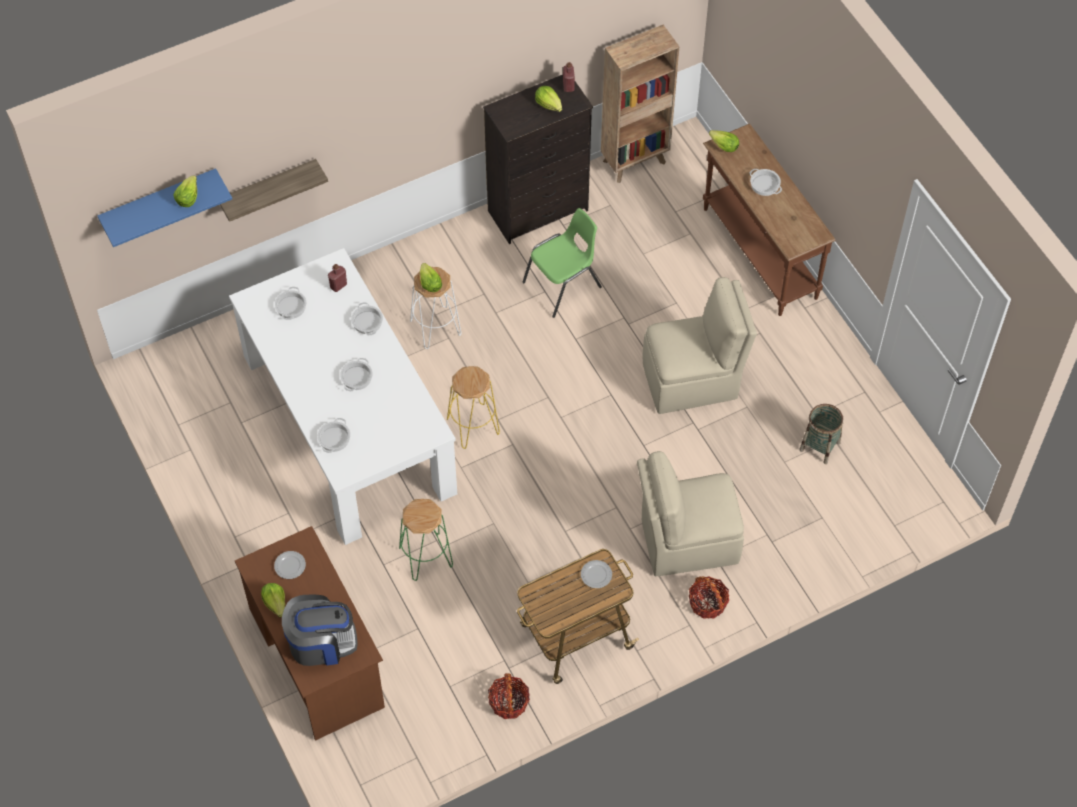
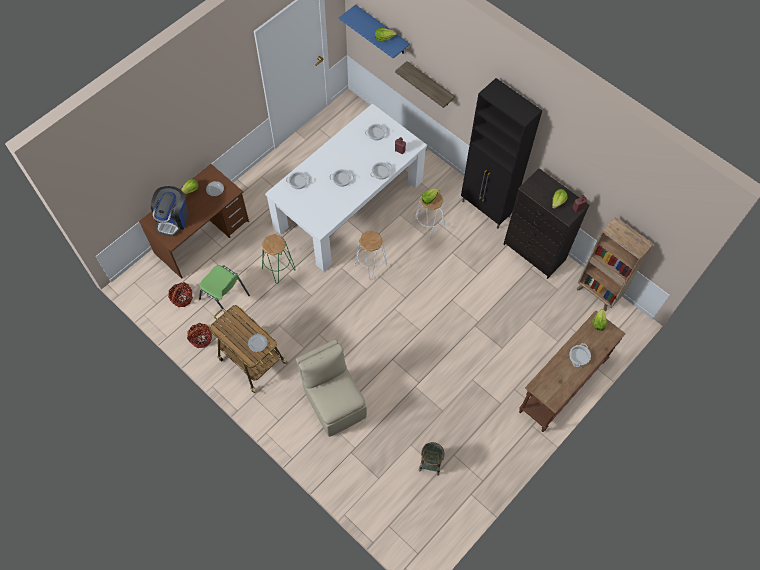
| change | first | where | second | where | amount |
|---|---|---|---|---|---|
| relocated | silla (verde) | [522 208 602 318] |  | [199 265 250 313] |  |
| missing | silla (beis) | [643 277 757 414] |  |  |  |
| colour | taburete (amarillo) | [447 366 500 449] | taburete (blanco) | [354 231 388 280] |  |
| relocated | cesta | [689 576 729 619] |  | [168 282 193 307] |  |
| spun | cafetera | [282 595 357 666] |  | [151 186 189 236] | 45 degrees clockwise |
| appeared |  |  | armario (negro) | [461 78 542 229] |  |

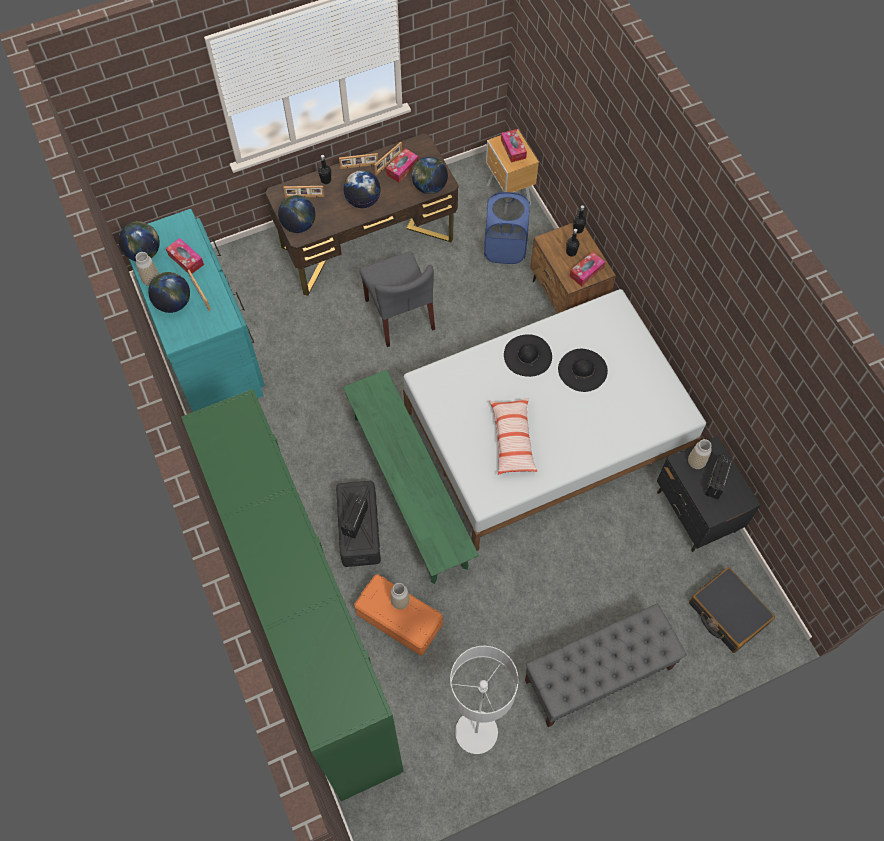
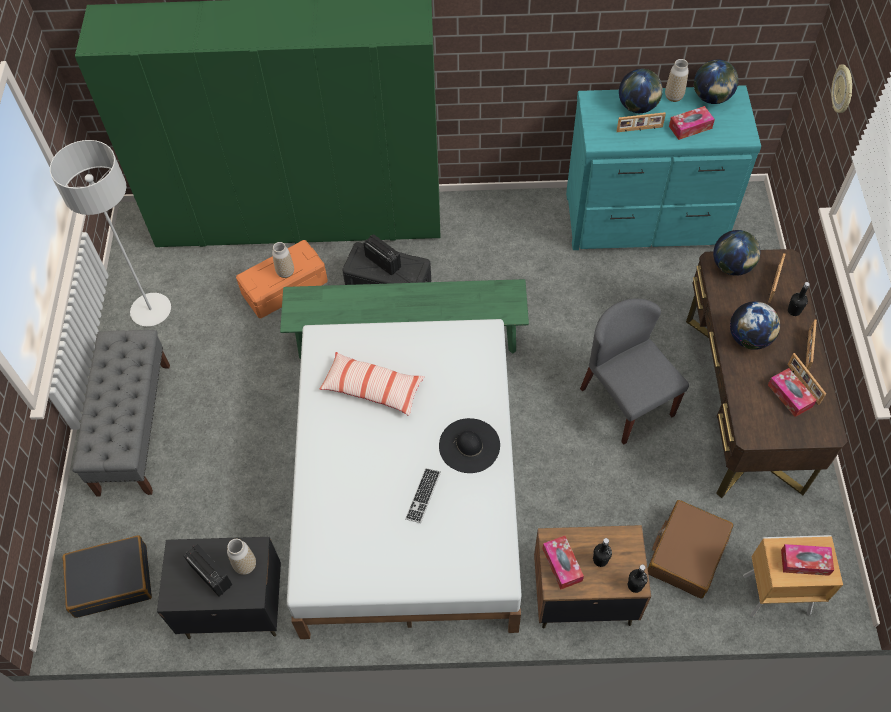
| change | first | where | second | where | amount |
|---|---|---|---|---|---|
| missing | globo terráqueo | [412 157 448 194] |  |  |  |
| exchanged | cesto de la ropa (azul) | [484 192 530 264] | maleta (marrón) | [648 500 734 599] |  |
| spun | silla (gris) | [359 251 435 347] |  | [580 299 689 445] | 60 degrees clockwise |
| exchanged | sombrero (negro) | [558 349 608 392] | teclado | [405 468 441 523] |  |
| appeared |  |  | reloj de pared | [831 65 852 113] |  |

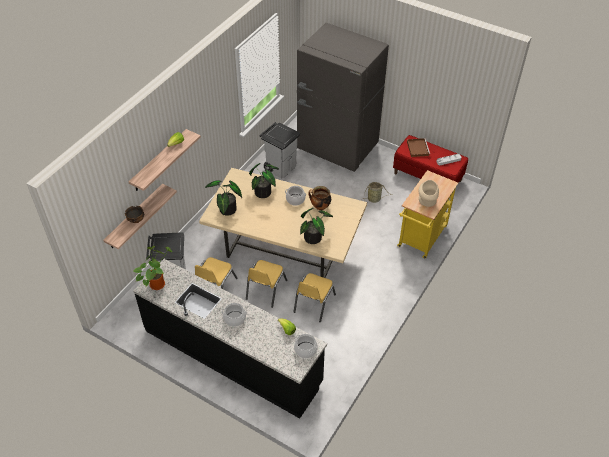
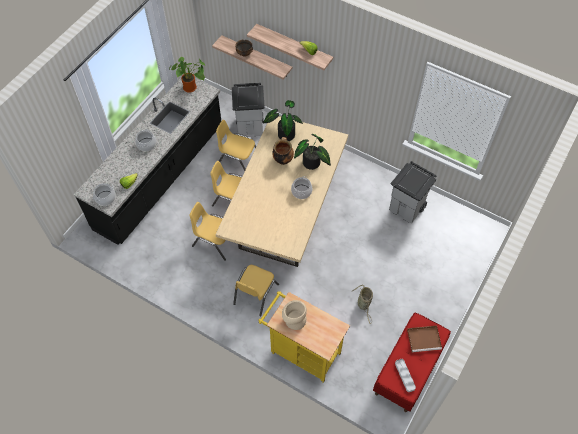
| change | first | where | second | where | amount |
|---|---|---|---|---|---|
| missing | nevera (gris) | [297 23 389 172] |  |  |  |
| relocated | olla | [308 186 331 210] |  | [272 137 294 165] |  |
| missing | planta en maceta | [300 208 333 244] |  |  |  |
| appeared |  |  | silla (amarillo) | [233 265 279 316] |  |

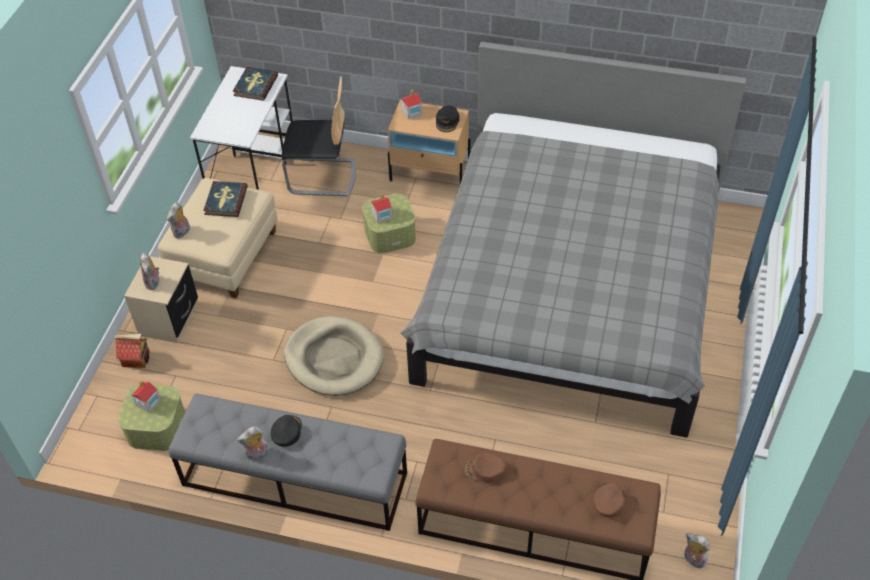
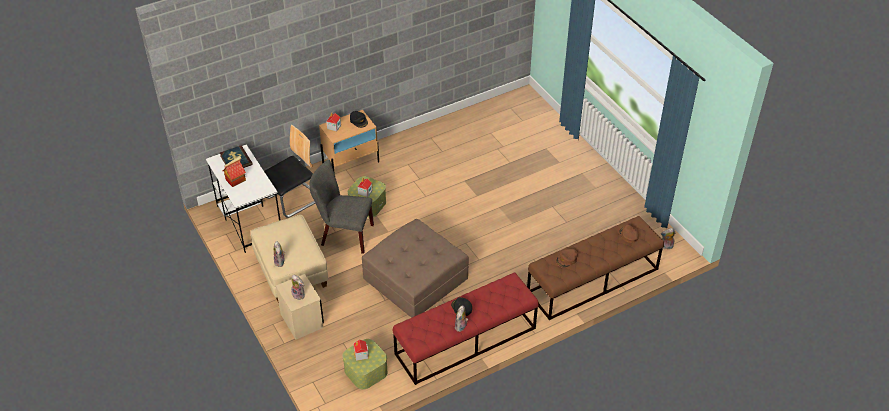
| change | first | where | second | where | amount |
|---|---|---|---|---|---|
| missing | cama (gris) | [401 42 746 438] |  |  |  |
| missing | libro | [203 181 248 217] |  |  |  |
| exchanged | cama para perro (beis) | [284 316 384 396] | puf (marrón) | [362 219 469 318] |  |
| relocated | casita | [114 334 150 368] |  | [223 156 246 187] |  |
| colour | banco (gris) | [169 394 407 531] | banco (rojo) | [393 273 539 385] |  |
| appeared |  |  | silla (gris) | [310 159 374 254] |  |

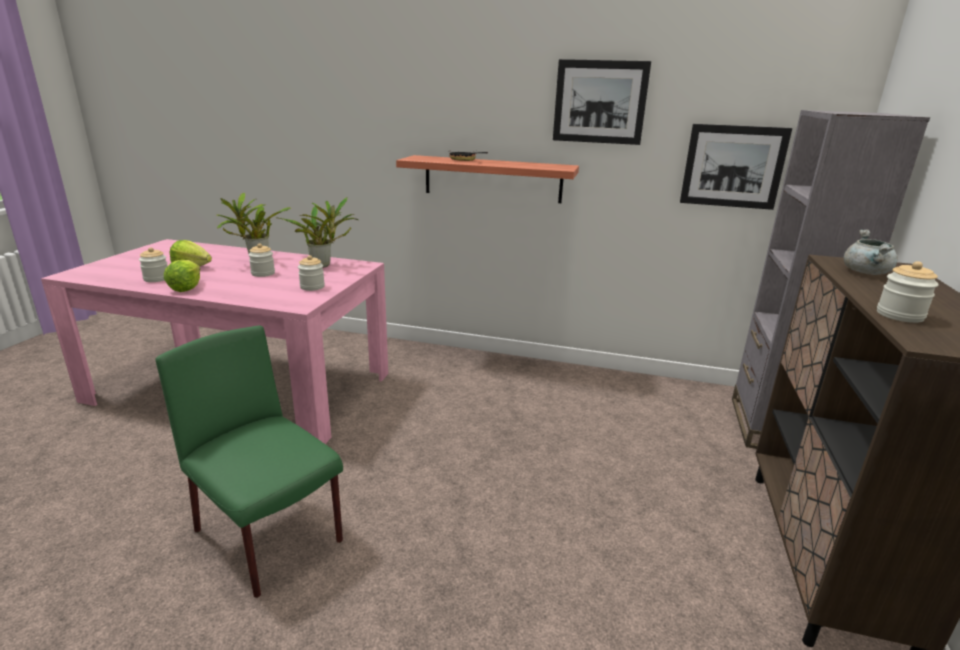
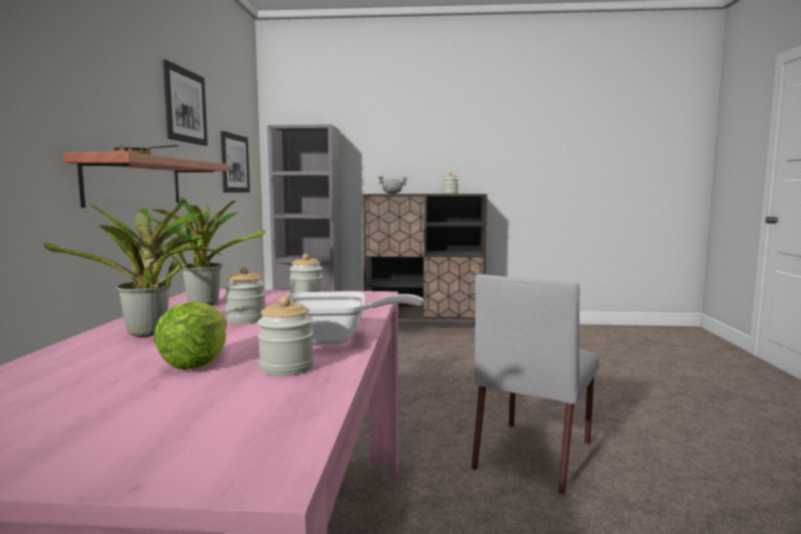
| change | first | where | second | where | amount |
|---|---|---|---|---|---|
| exchanged | lechuga | [164 260 200 292] | sartén | [286 292 424 345] |  |
| colour | silla (verde) | [155 326 343 598] | silla (gris) | [471 274 600 495] |  |

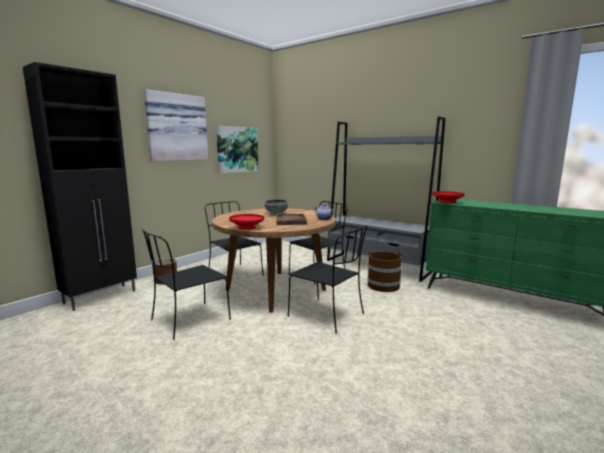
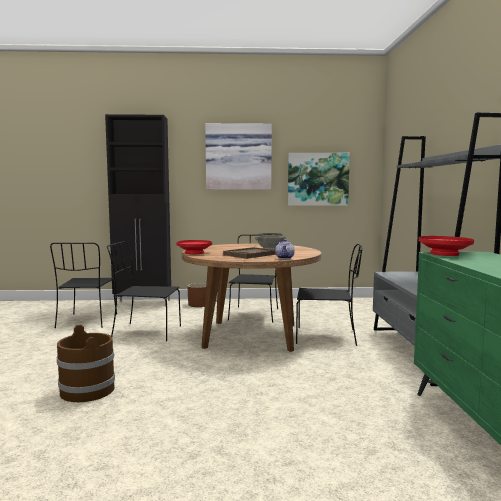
| change | first | where | second | where | amount |
|---|---|---|---|---|---|
| relocated | silla (negro) | [288 226 367 334] |  | [50 243 117 328] |  |
| relocated | cubo (marrón) | [367 249 402 292] |  | [57 324 115 402] |  |

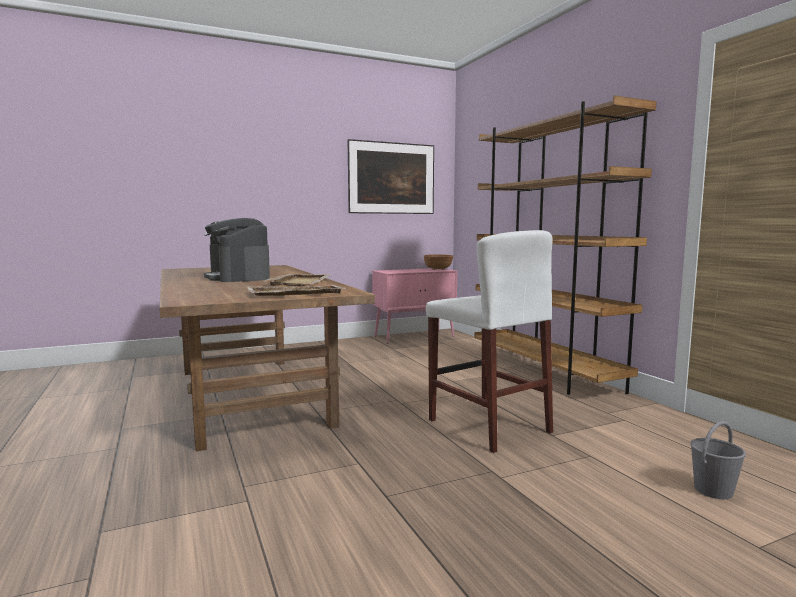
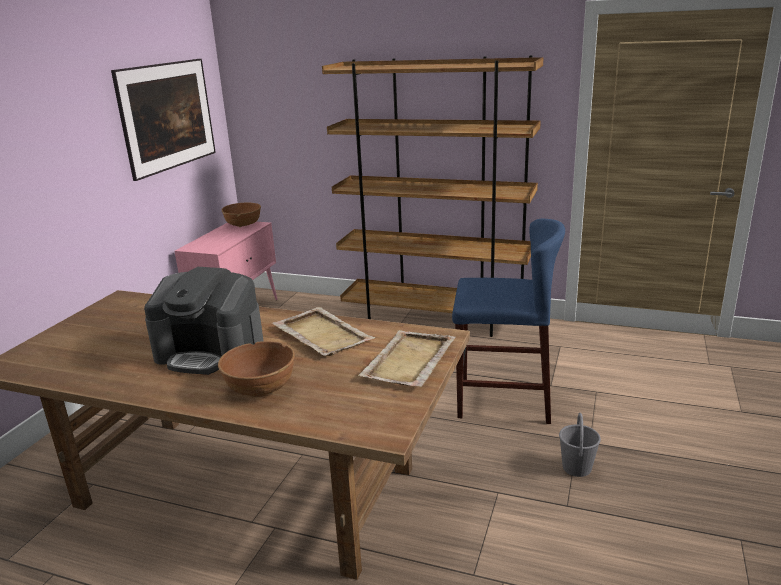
| change | first | where | second | where | amount |
|---|---|---|---|---|---|
| colour | taburete (blanco) | [426 230 553 453] | taburete (azul) | [452 218 565 424] |  |
| relocated | cubo (gris) | [690 421 746 499] |  | [559 413 601 477] |  |
| appeared |  |  | cuenco (marrón) | [218 341 295 397] |  |

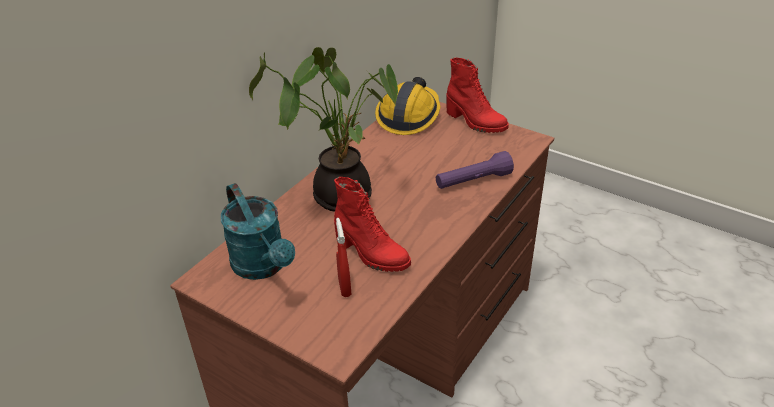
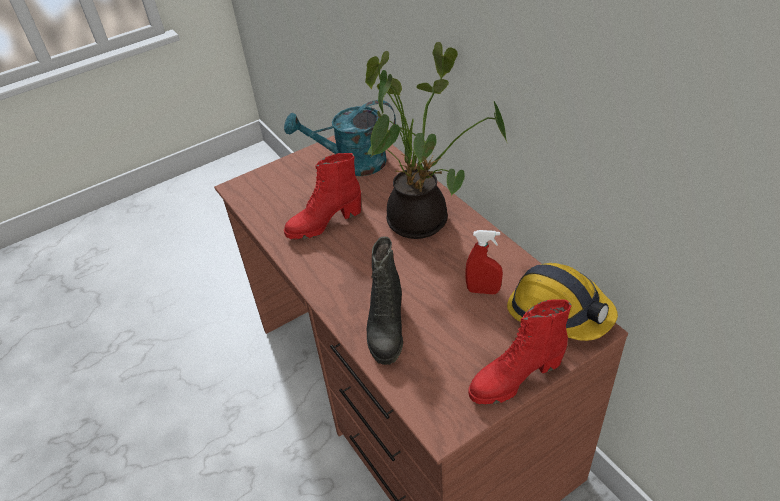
| change | first | where | second | where | amount |
|---|---|---|---|---|---|
| exchanged | linterna (morado) | [436 151 514 189] | bota (negro) | [367 236 403 365] |  |
| relocated | pulverizador (rojo) | [336 218 351 297] |  | [465 230 503 294] |  |

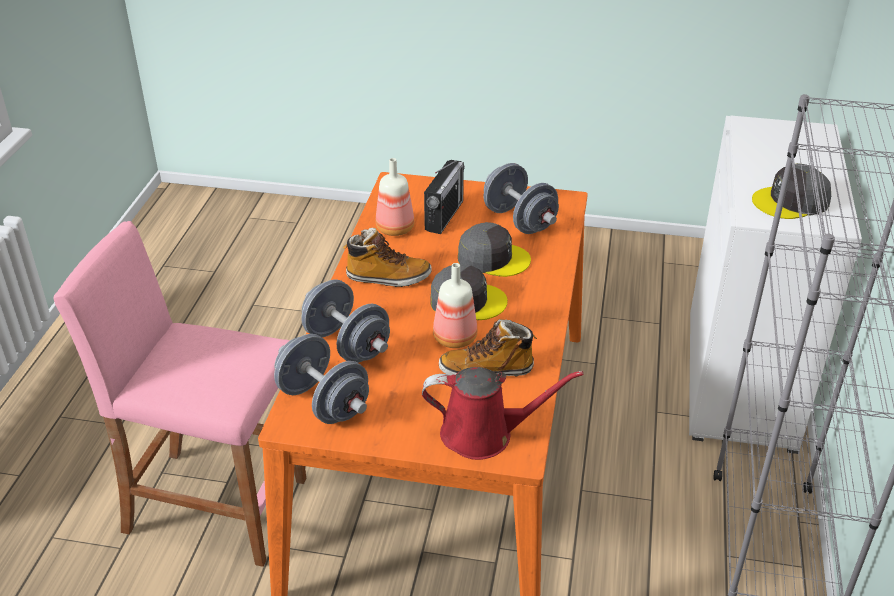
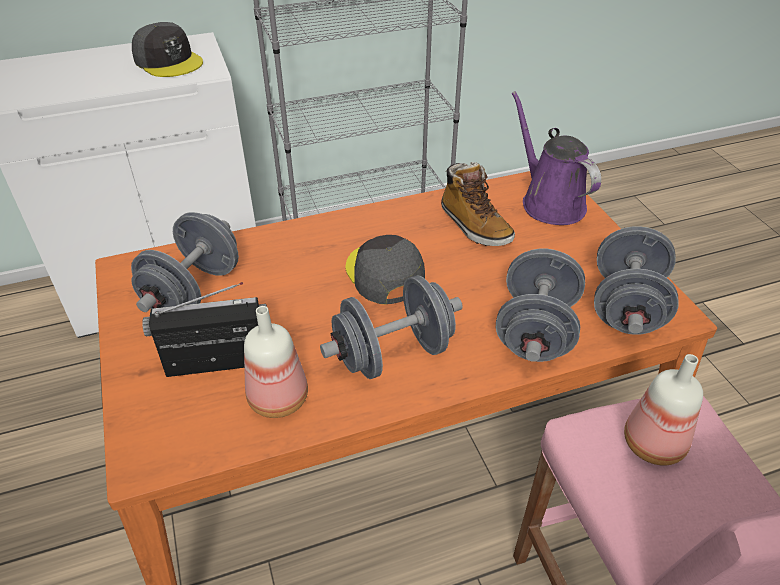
| change | first | where | second | where | amount |
|---|---|---|---|---|---|
| missing | gorra (gris) | [458 222 531 277] |  |  |  |
| exchanged | bota | [343 228 432 287] | mancuerna (gris) | [320 276 463 379] |  |
| relocated | botella | [433 263 477 348] |  | [624 354 703 466] |  |
| colour | regadera (rojo) | [422 367 583 460] | regadera (morado) | [512 91 601 225] |  |

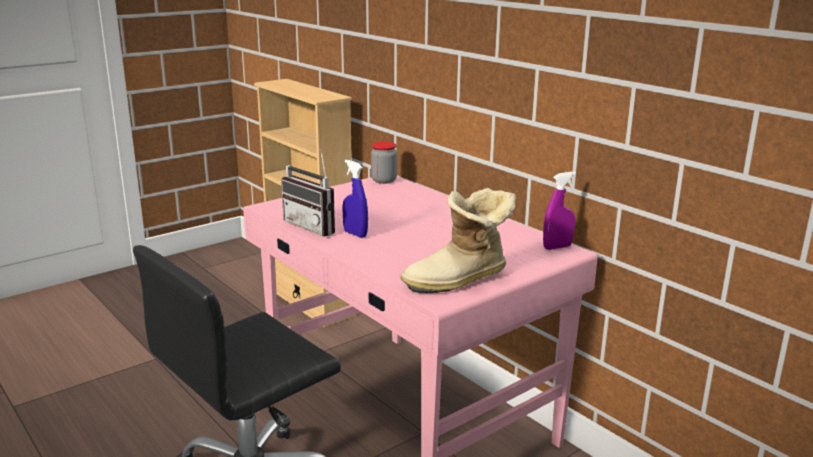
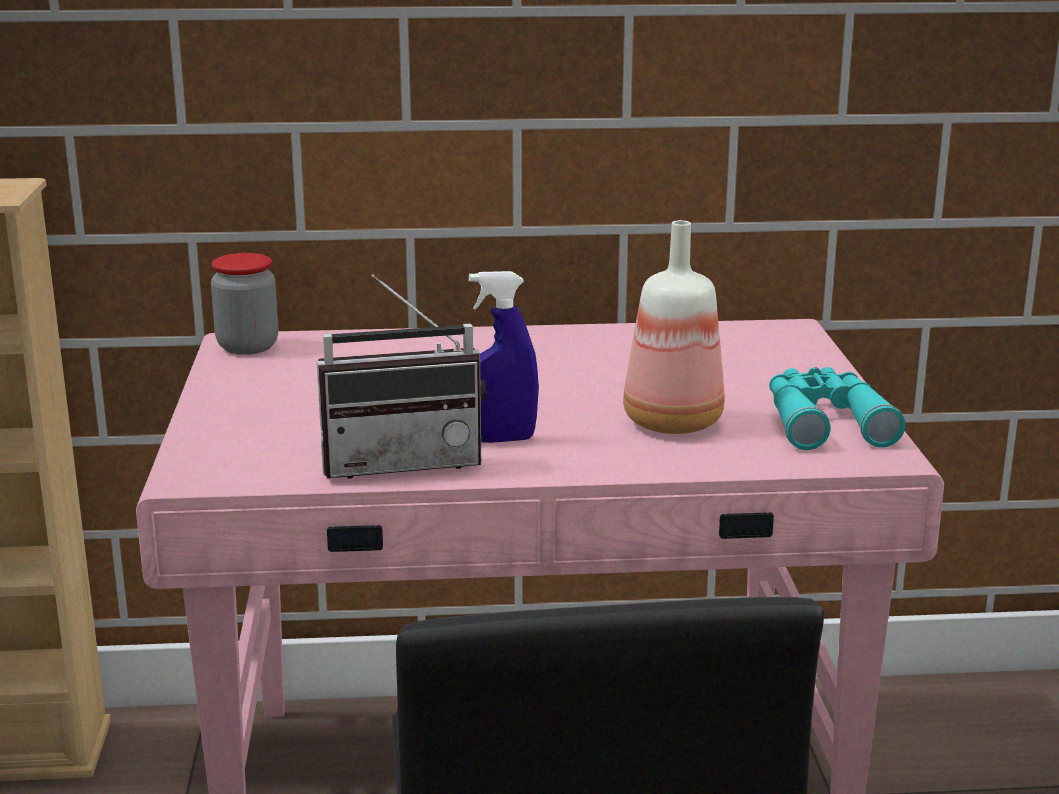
| change | first | where | second | where | amount |
|---|---|---|---|---|---|
| missing | pulverizador (morado) | [543 172 576 250] |  |  |  |
| exchanged | bota | [400 188 516 293] | prismáticos (turquesa) | [769 367 906 450] |  |
| appeared |  |  | botella | [623 220 725 434] |  |

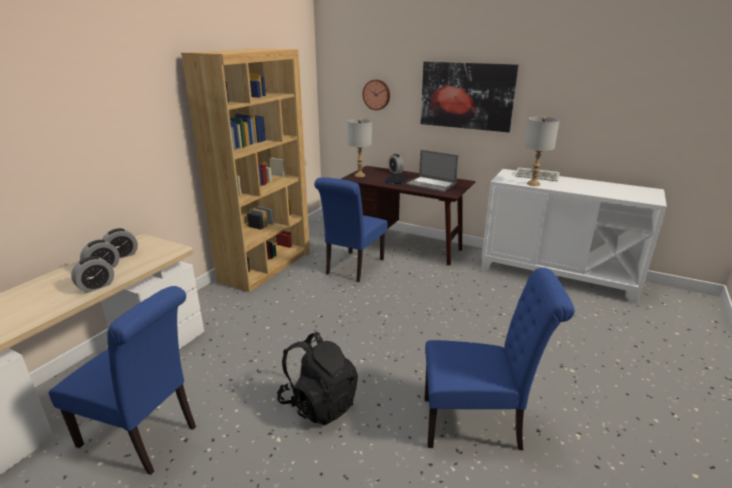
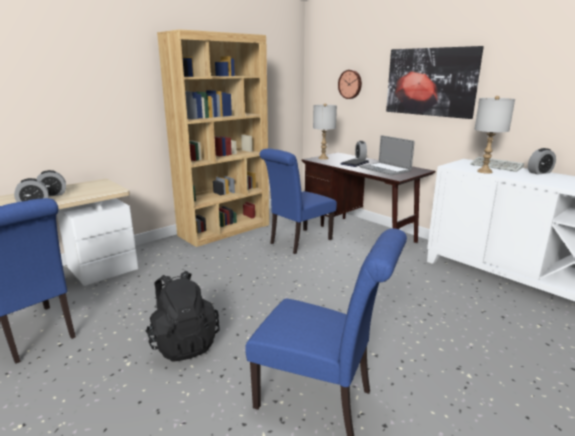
| change | first | where | second | where | amount |
|---|---|---|---|---|---|
| relocated | despertador | [102 228 138 259] |  | [528 148 556 174] |  |

